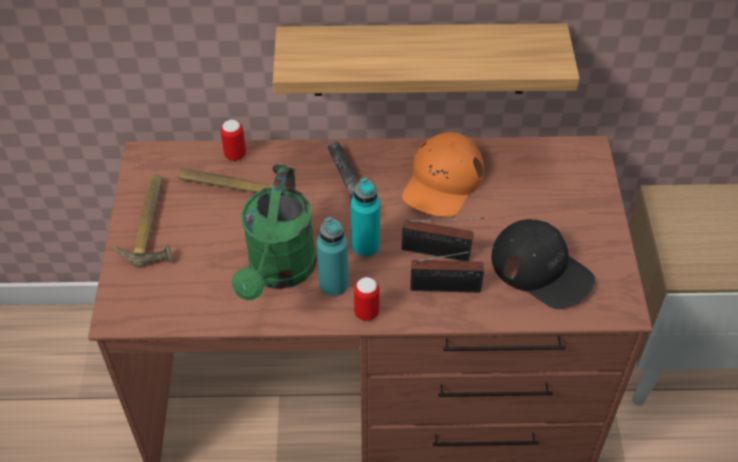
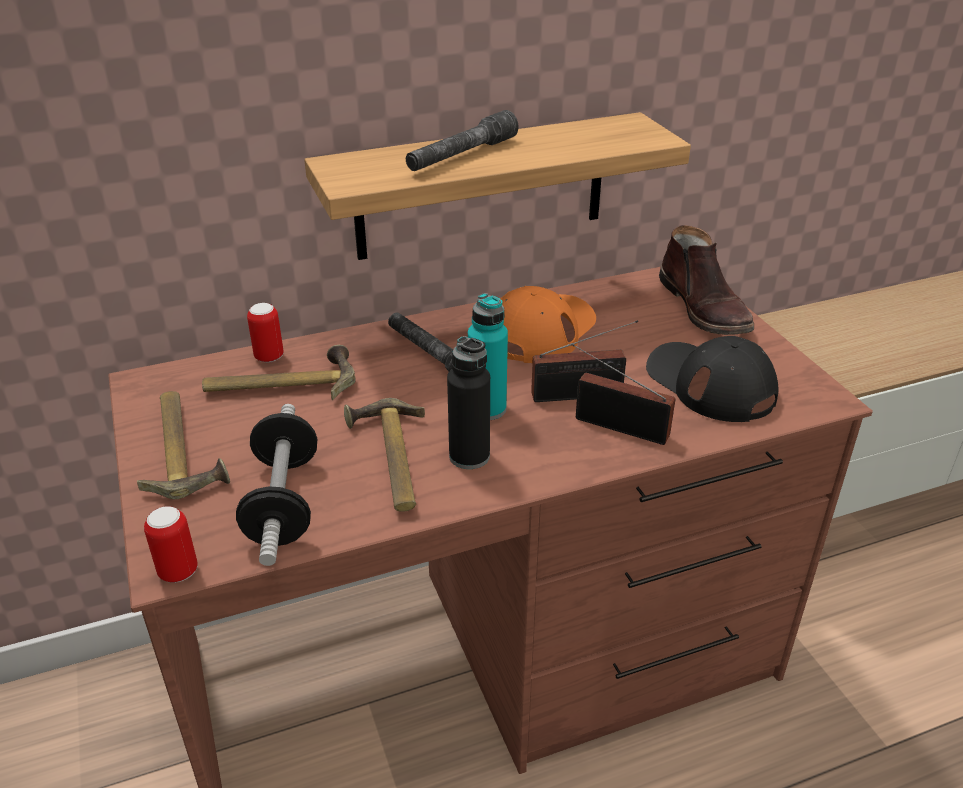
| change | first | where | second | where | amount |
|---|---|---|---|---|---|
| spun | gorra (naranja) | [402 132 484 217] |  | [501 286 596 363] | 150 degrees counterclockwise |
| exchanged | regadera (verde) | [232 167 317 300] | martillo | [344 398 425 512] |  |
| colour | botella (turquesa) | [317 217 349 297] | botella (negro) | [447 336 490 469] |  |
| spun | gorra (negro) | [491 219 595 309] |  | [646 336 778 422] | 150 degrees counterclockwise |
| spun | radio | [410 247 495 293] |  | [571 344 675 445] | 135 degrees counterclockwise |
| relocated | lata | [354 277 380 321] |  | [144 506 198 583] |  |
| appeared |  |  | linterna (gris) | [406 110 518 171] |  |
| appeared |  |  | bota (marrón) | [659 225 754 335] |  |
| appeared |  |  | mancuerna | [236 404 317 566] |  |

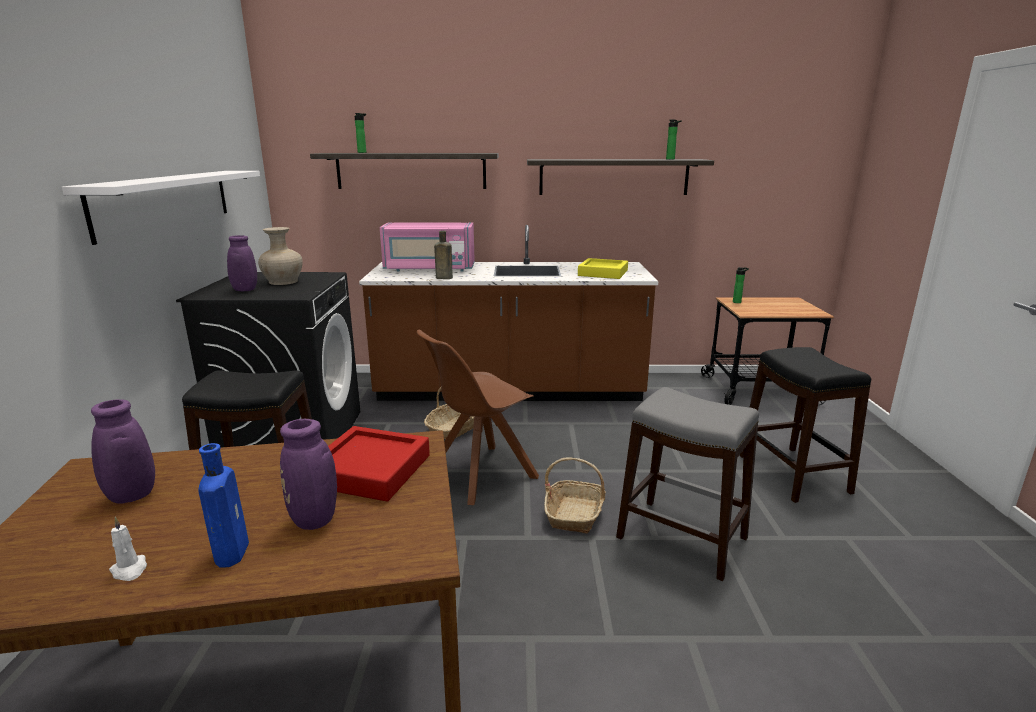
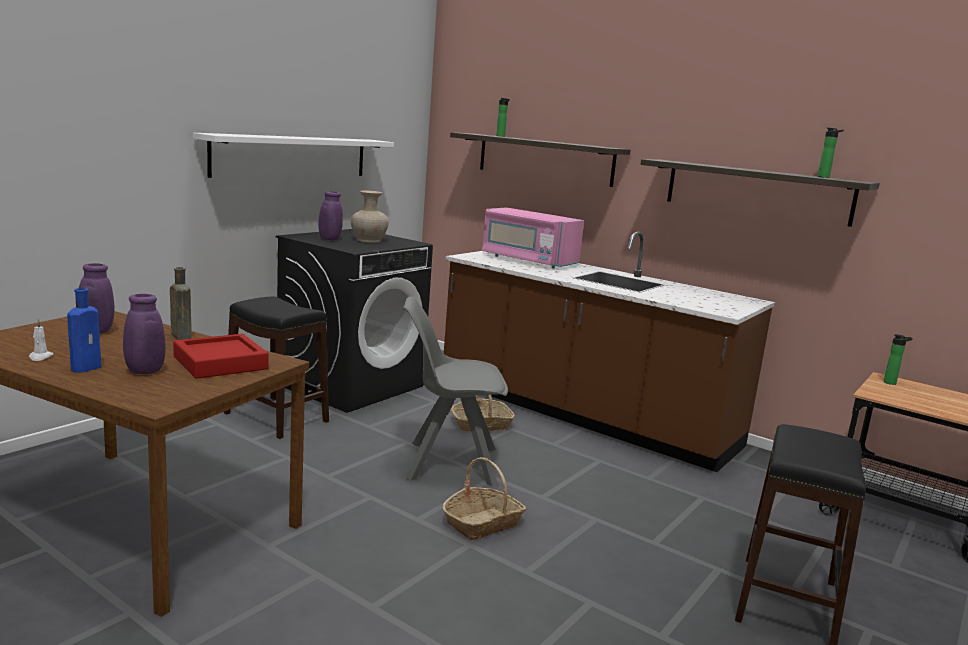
| change | first | where | second | where | amount |
|---|---|---|---|---|---|
| relocated | botella (marrón) | [434 231 453 279] |  | [170 267 192 340] |  |
| missing | bandeja (amarillo) | [578 258 628 279] |  |  |  |
| colour | silla (marrón) | [417 330 539 505] | silla (gris) | [403 297 508 487] |  |
| missing | taburete (gris) | [616 387 759 581] |  |  |  |

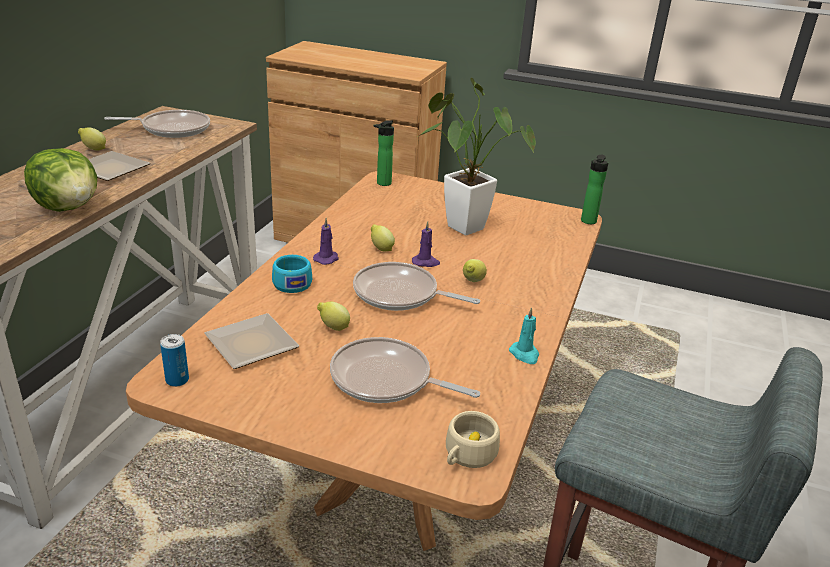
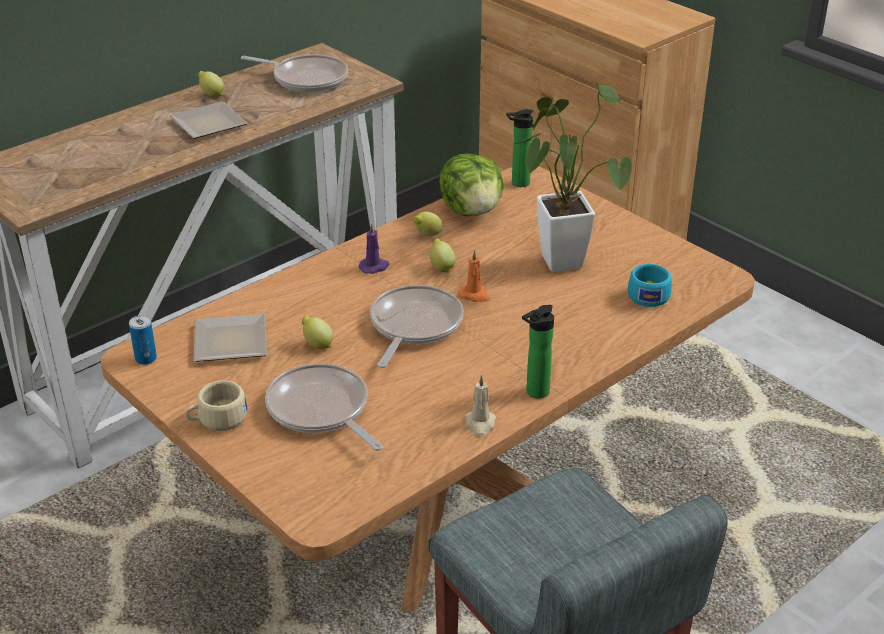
| change | first | where | second | where | amount |
|---|---|---|---|---|---|
| relocated | lechuga | [24 148 97 212] |  | [439 154 504 216] |  |
| relocated | botella | [581 155 608 224] |  | [522 305 554 398] |  |
| colour | vela (morado) | [412 221 440 267] | vela (naranja) | [459 250 490 302] |  |
| relocated | taza (turquesa) | [272 255 312 293] |  | [628 264 672 307] |  |
| relocated | limón | [463 259 487 282] |  | [413 212 442 236] |  |
| spun | sartén | [353 262 480 311] |  | [370 285 463 368] | 60 degrees clockwise |
| colour | vela (turquesa) | [509 307 539 364] | vela (beis) | [465 375 496 437] |  |
| relocated | taza (beis) | [446 411 500 468] |  | [185 380 248 431] |  |

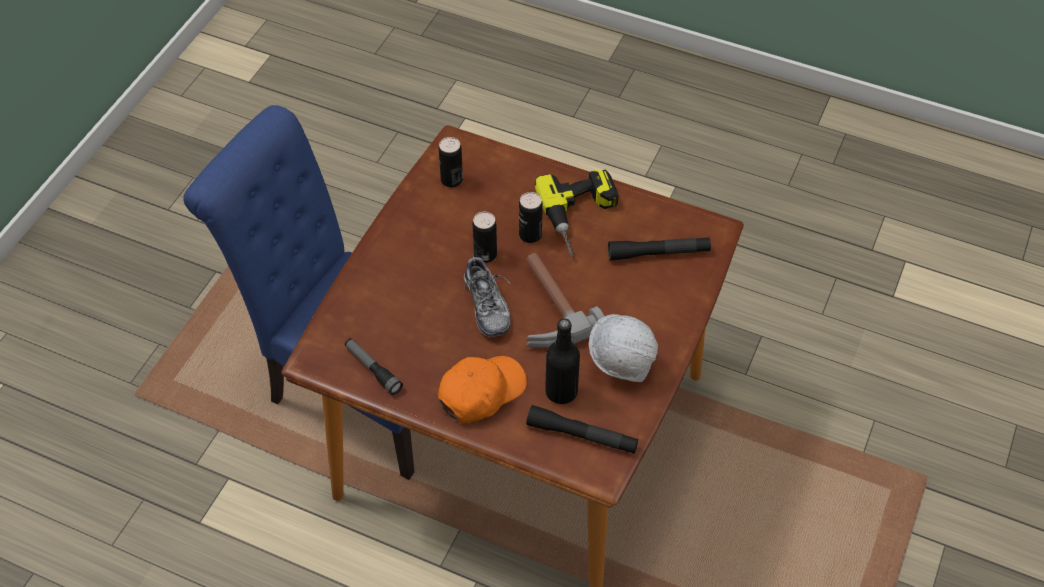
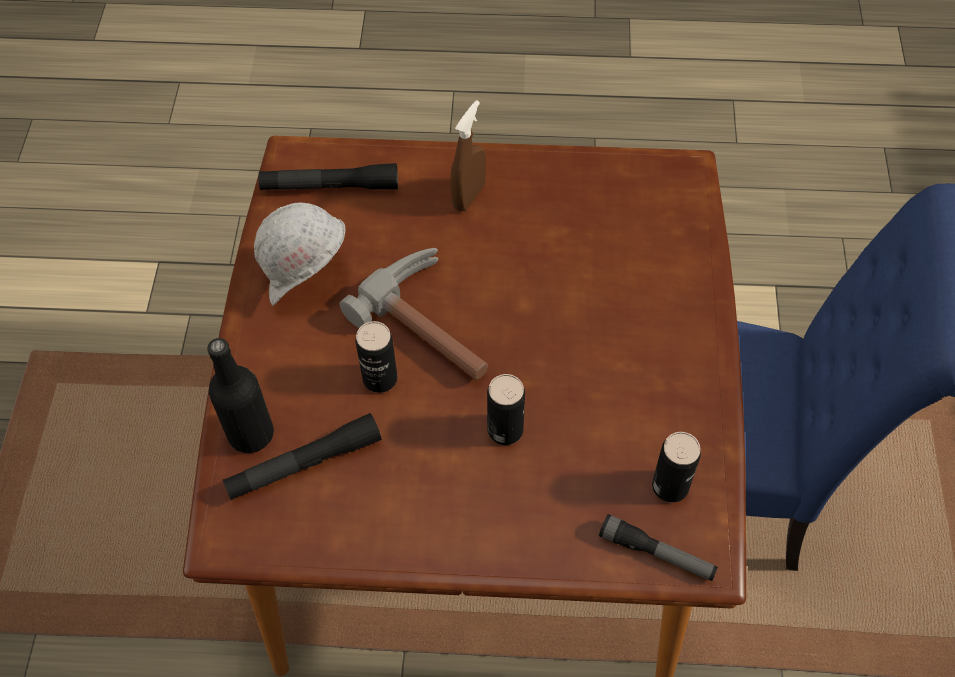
| change | first | where | second | where | amount |
|---|---|---|---|---|---|
| missing | taladro | [535 169 619 257] |  |  |  |
| relocated | lata | [473 212 497 263] |  | [355 321 398 393] |  |
| missing | zapato | [463 253 511 337] |  |  |  |
| relocated | botella (negro) | [545 318 580 404] |  | [207 338 274 453] |  |
| relocated | linterna | [345 338 403 395] |  | [599 514 718 581] |  |
| exchanged | gorra (naranja) | [438 356 527 423] | pulverizador (marrón) | [450 100 486 212] |  |

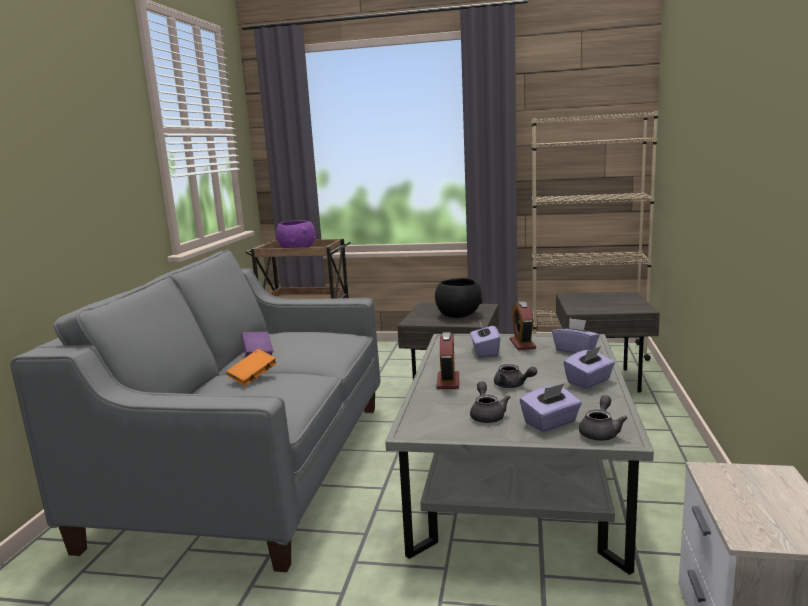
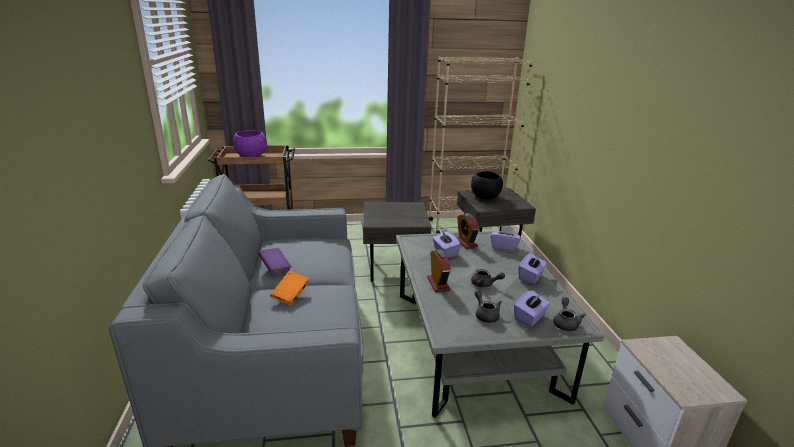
| change | first | where | second | where | amount |
|---|---|---|---|---|---|
| relocated | cuenco (negro) | [435 278 482 318] |  | [471 171 503 200] |  |

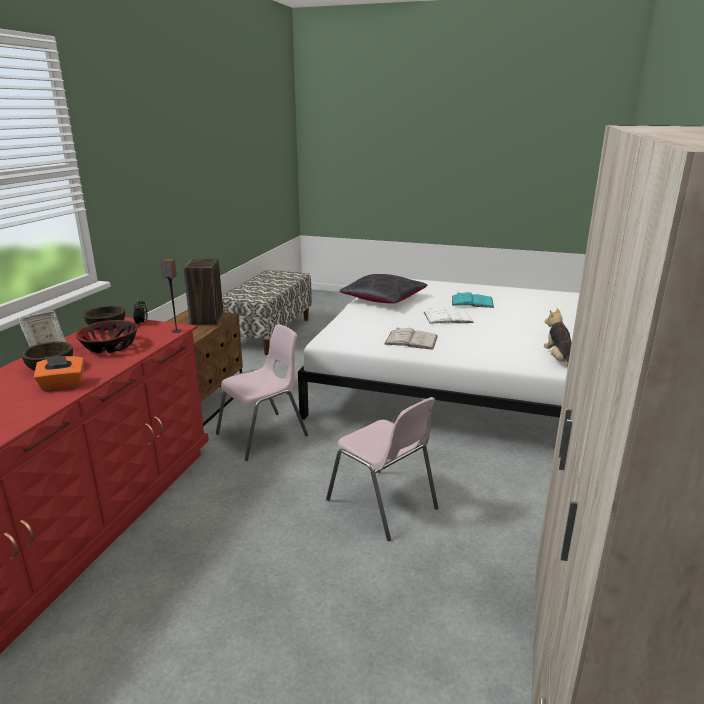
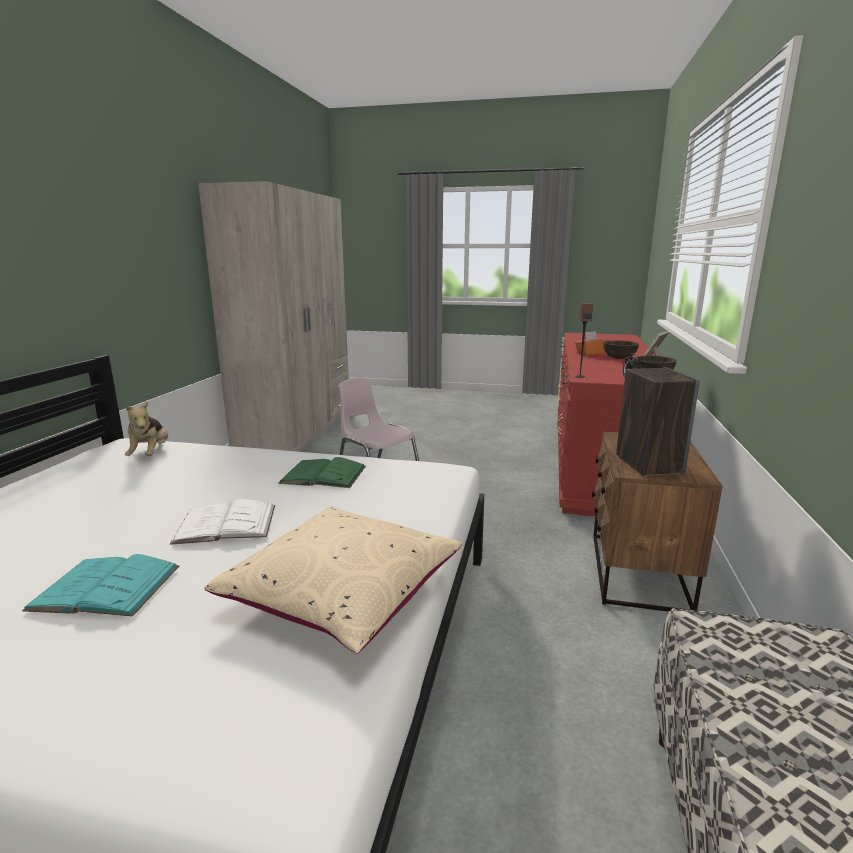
| change | first | where | second | where | amount |
|---|---|---|---|---|---|
| colour | cojín (negro) | [339 274 428 303] | cojín (beis) | [204 507 462 654] |  |
| missing | cuenco | [76 320 138 353] |  |  |  |
| missing | silla (rosa) | [216 324 308 461] |  |  |  |
| colour | libro (blanco) | [384 327 438 350] | libro (verde) | [278 457 366 488] |  |

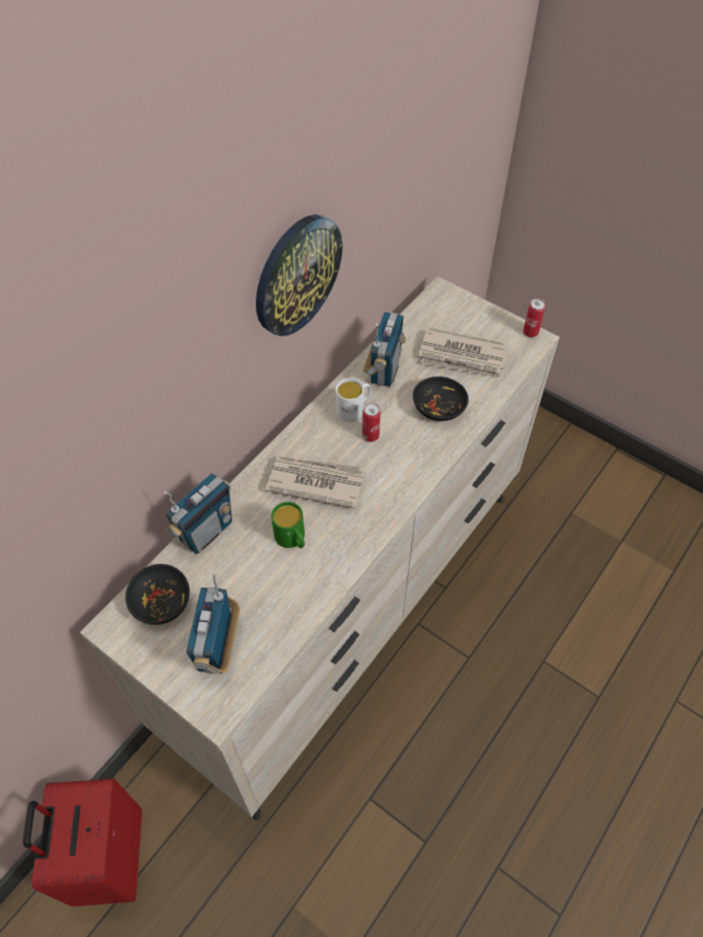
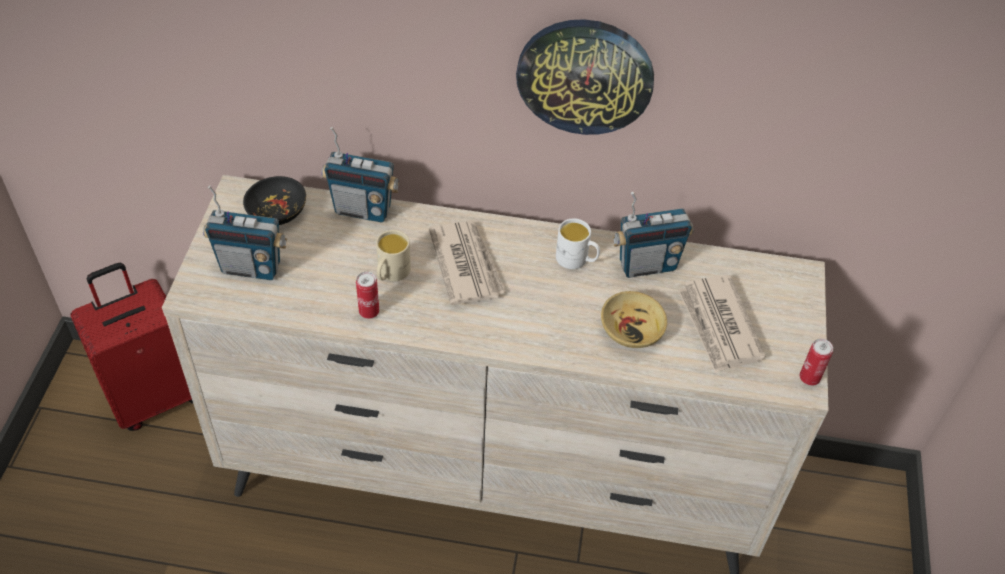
| change | first | where | second | where | amount |
|---|---|---|---|---|---|
| colour | cuenco (negro) | [413 376 469 421] | cuenco (beis) | [601 291 667 348] |  |
| relocated | lata | [362 403 380 442] |  | [356 272 379 319] |  |
| colour | taza grande (verde) | [271 502 305 548] | taza grande (beis) | [376 230 411 281] |  |
| spun | radio | [186 573 240 674] |  | [203 186 287 280] | 150 degrees counterclockwise |

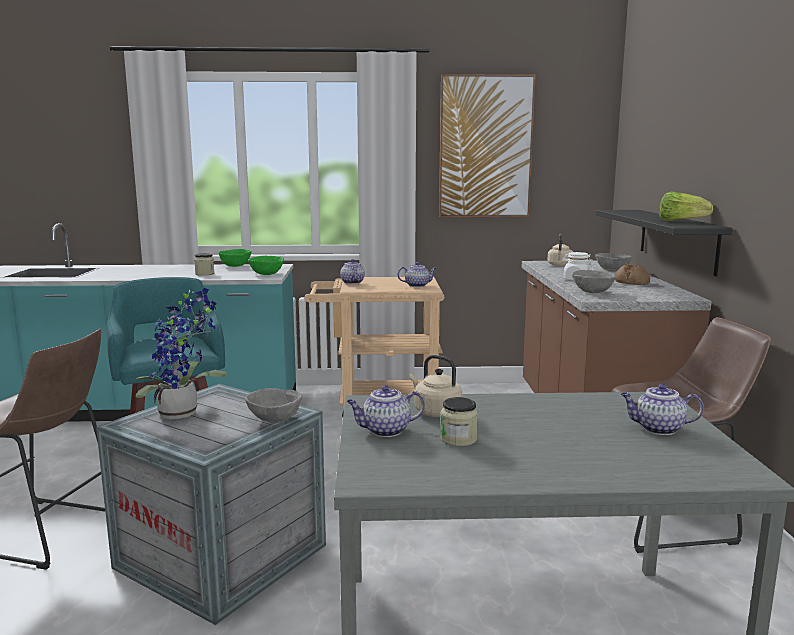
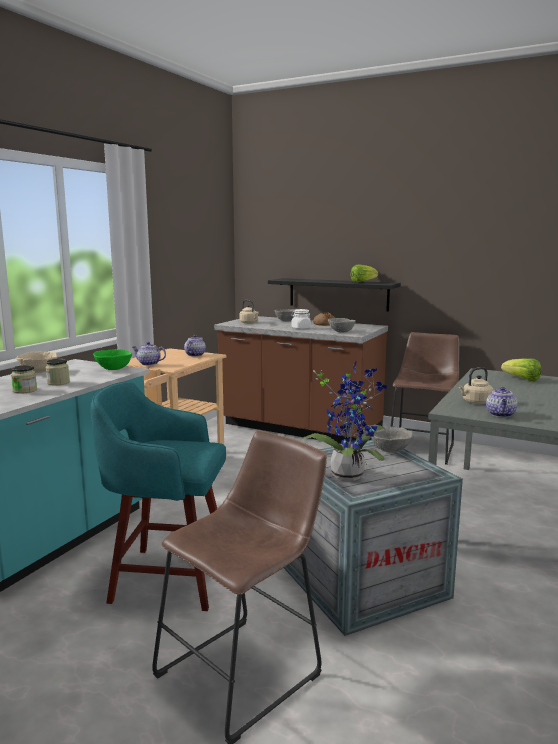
| change | first | where | second | where | amount |
|---|---|---|---|---|---|
| missing | cuadro | [439 74 535 217] |  |  |  |
| colour | cuenco (verde) | [218 249 252 267] | cuenco (beis) | [16 351 57 373] |  |
| exchanged | tetera | [621 384 704 435] | lechuga | [501 359 541 381] |  |
| relocated | tarro | [440 397 478 446] |  | [11 365 37 394] |  |

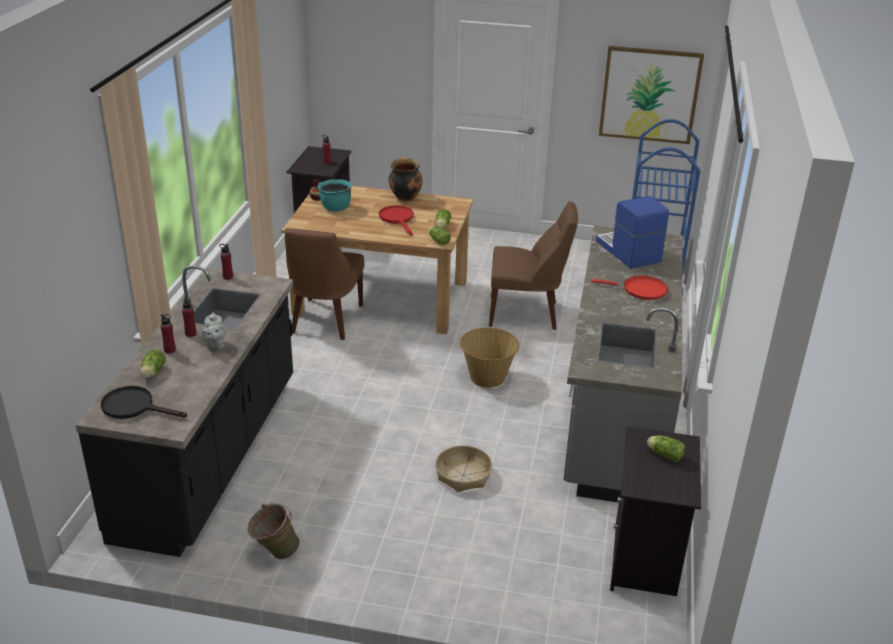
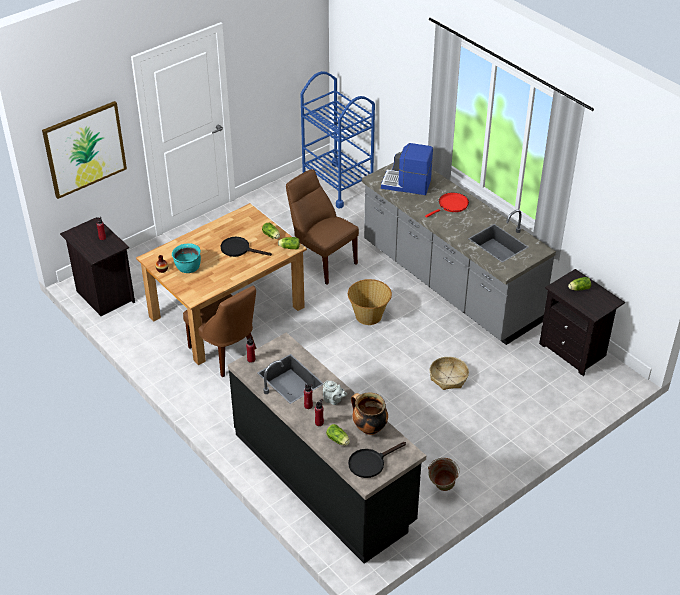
| change | first | where | second | where | amount |
|---|---|---|---|---|---|
| relocated | cuadro | [599 46 704 144] |  | [42 101 127 199] |  |
| relocated | olla | [389 157 423 202] |  | [351 393 388 435] |  |
| spun | silla (marrón) | [489 201 578 330] |  | [286 169 359 285] | 90 degrees counterclockwise |
| colour | sartén (rojo) | [379 205 414 236] | sartén (negro) | [220 237 272 257] |  |

